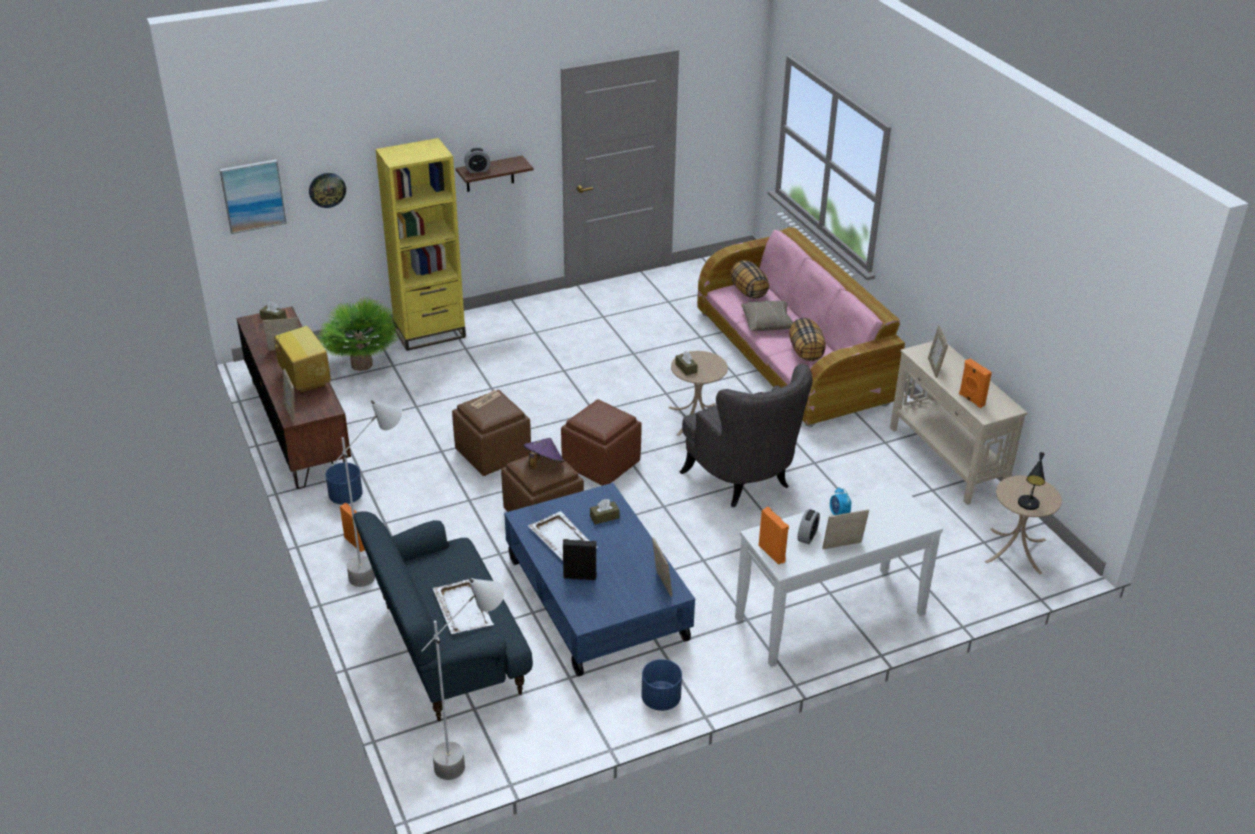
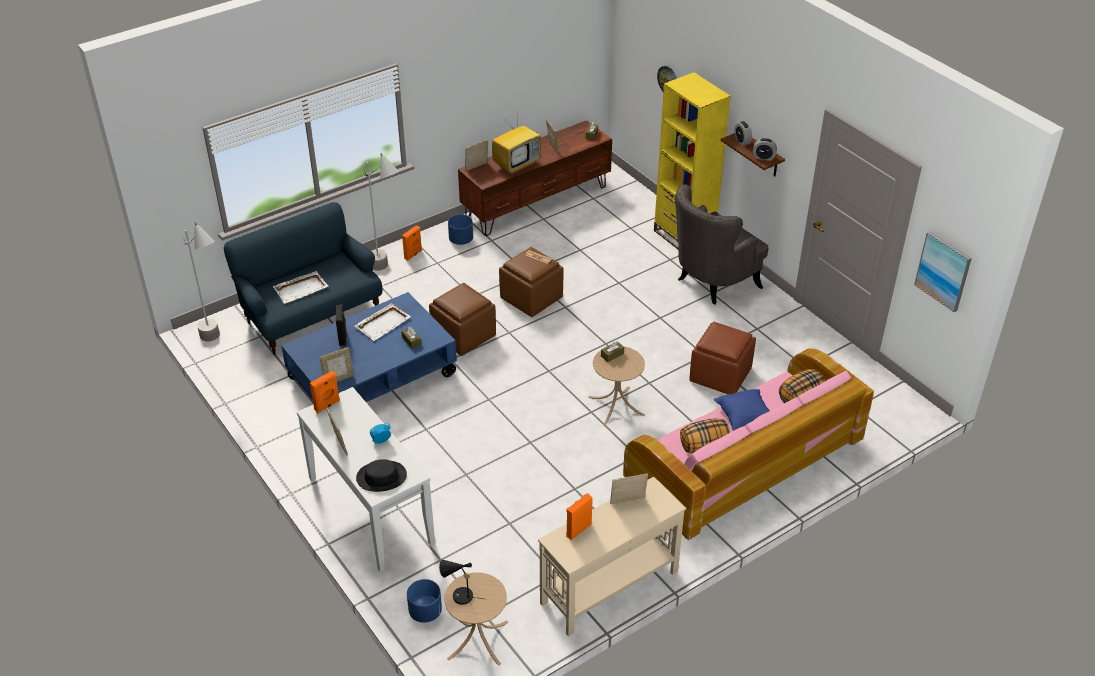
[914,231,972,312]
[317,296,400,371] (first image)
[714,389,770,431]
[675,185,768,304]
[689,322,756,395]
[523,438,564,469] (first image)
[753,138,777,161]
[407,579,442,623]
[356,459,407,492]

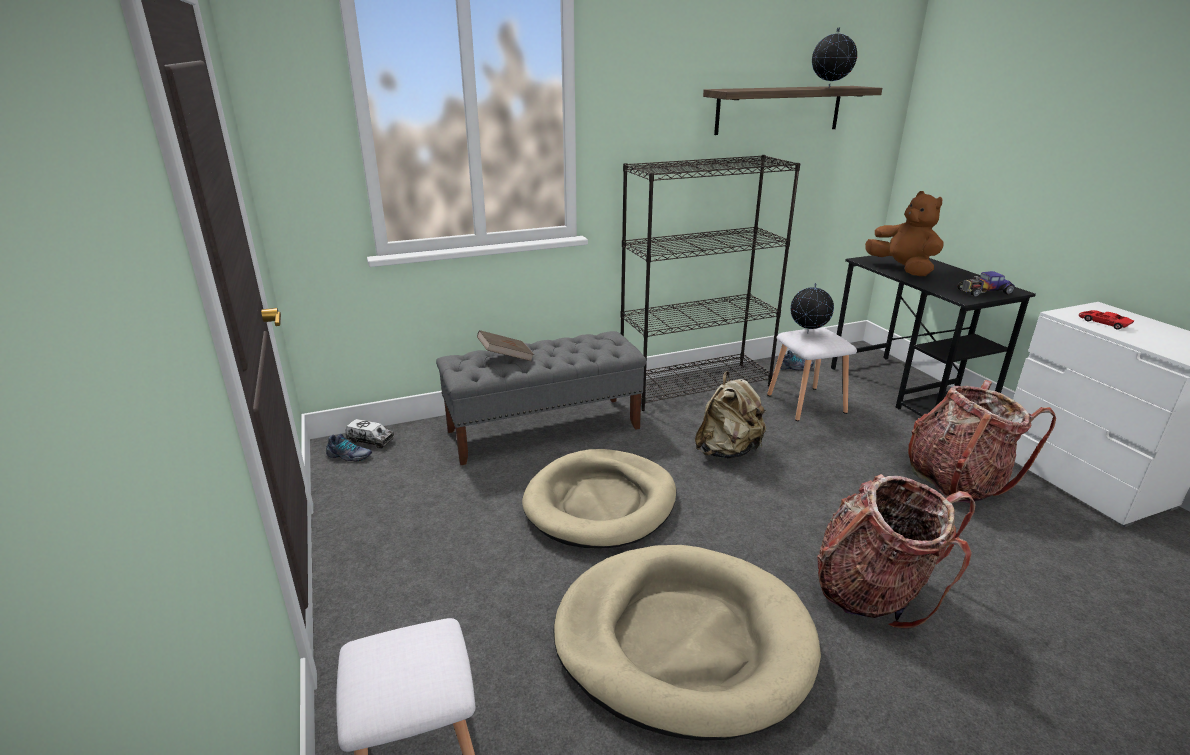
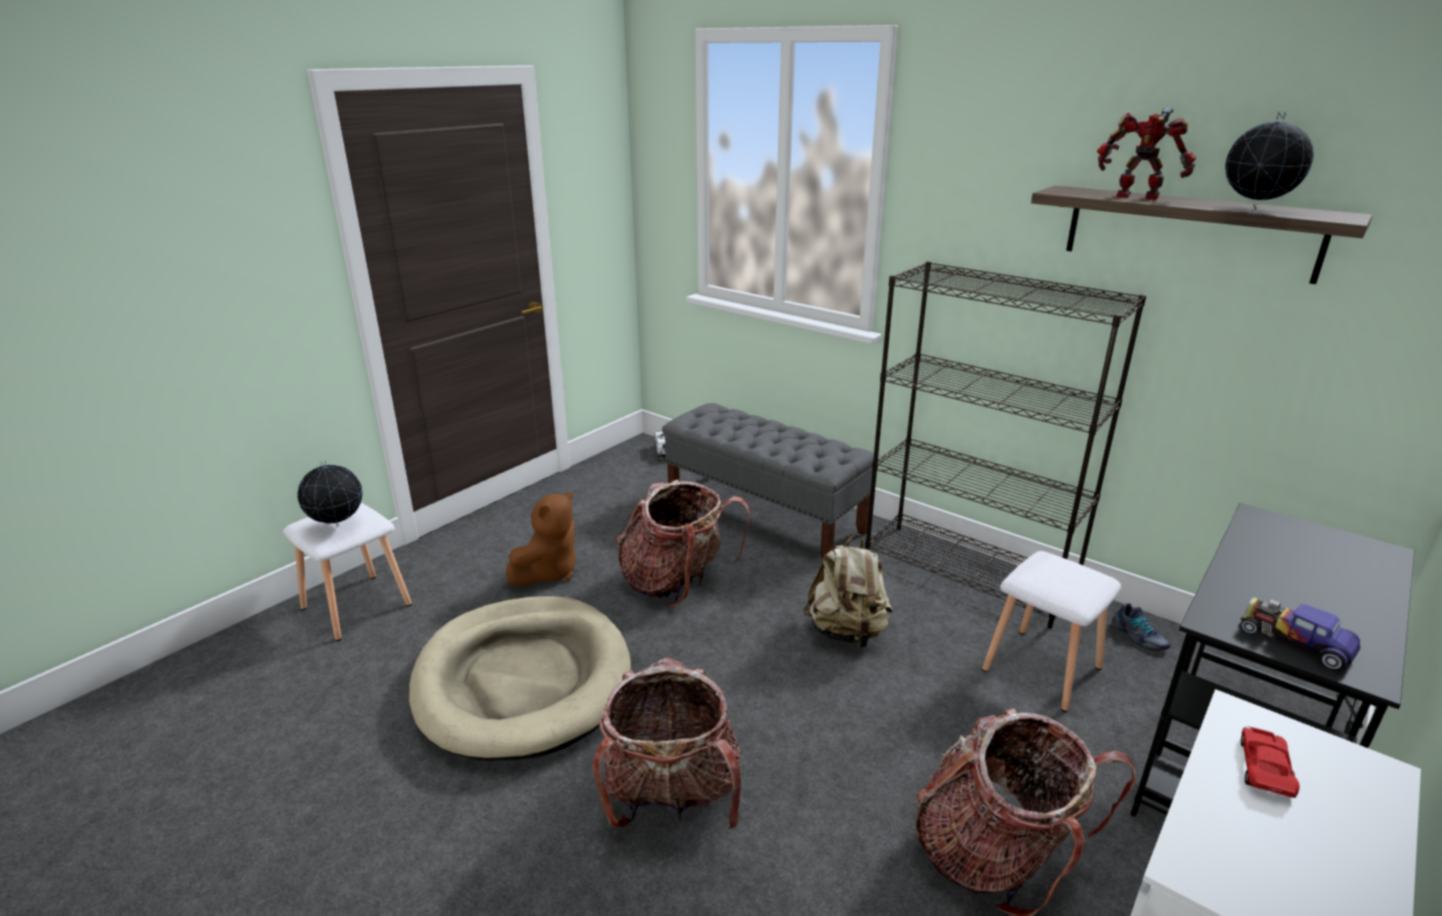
[506,491,576,587]
[297,461,362,527]
[477,330,534,361] (first image)
[326,434,372,462] (first image)
[616,480,750,607]
[1097,106,1196,200]

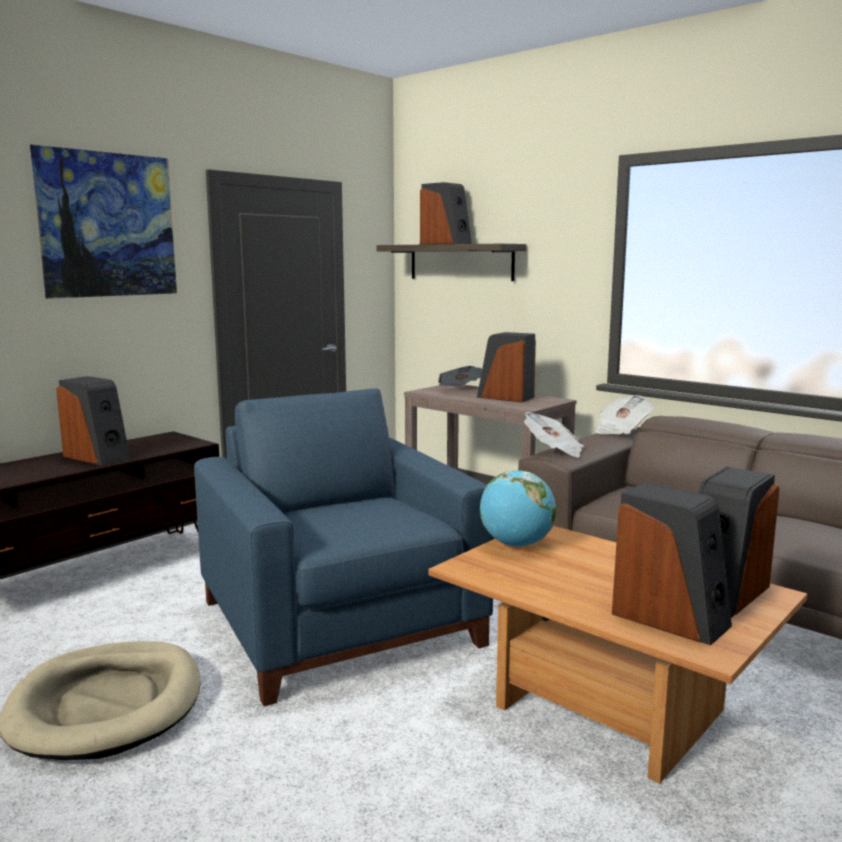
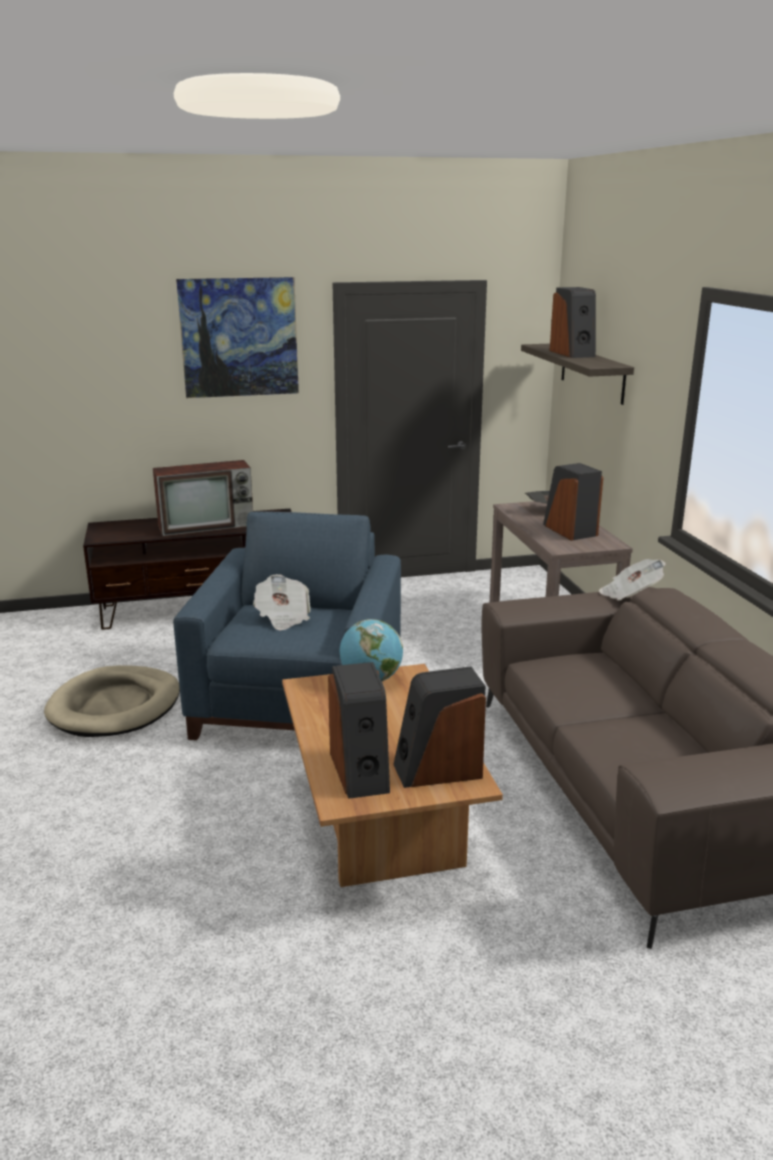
[153,460,253,536]
[253,574,310,630]

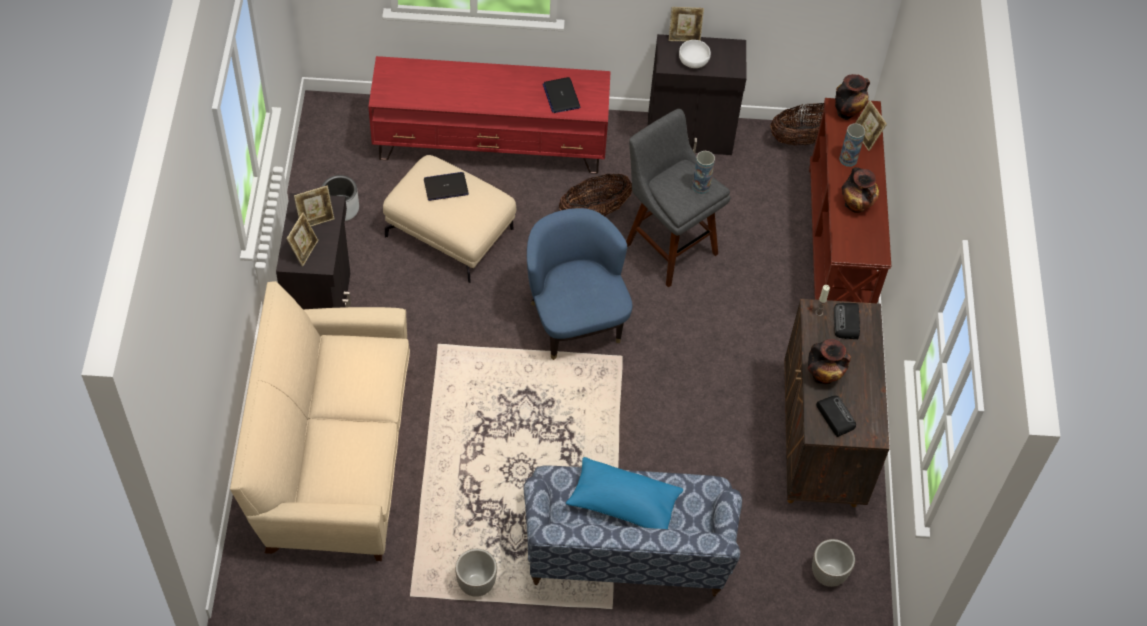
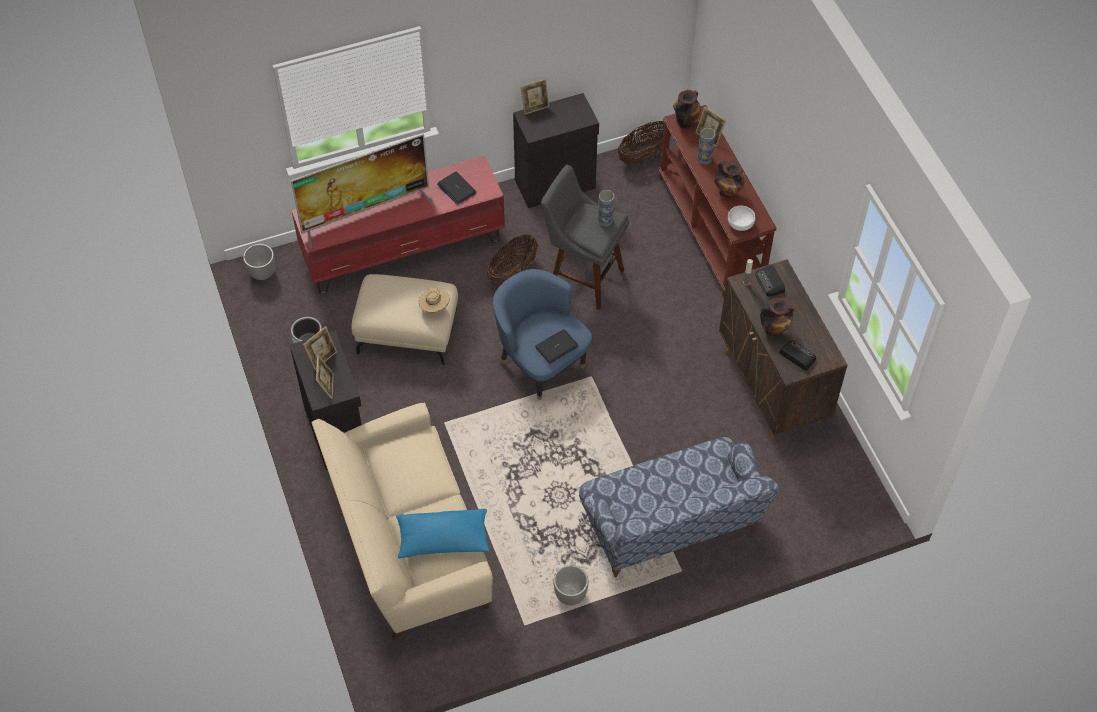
[728,206,755,231]
[535,329,579,364]
[396,509,489,558]
[243,244,275,280]
[291,133,433,248]
[419,288,450,313]

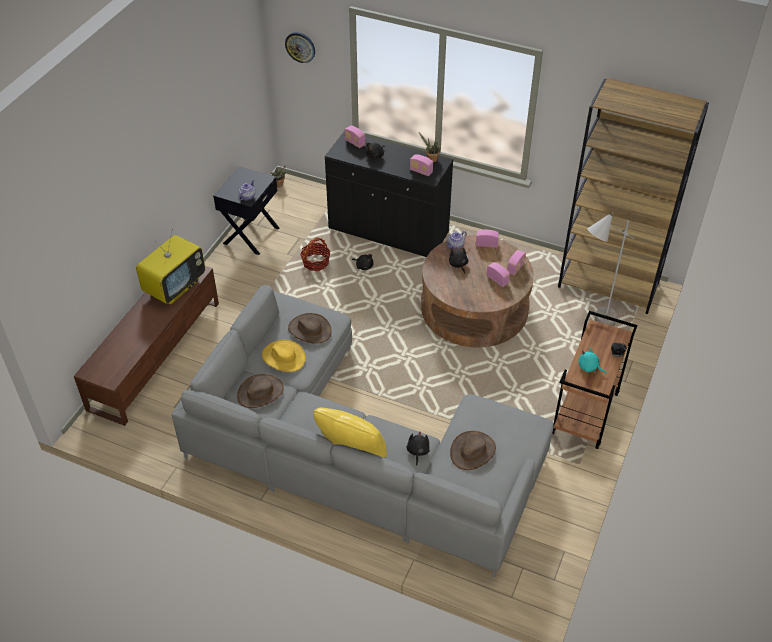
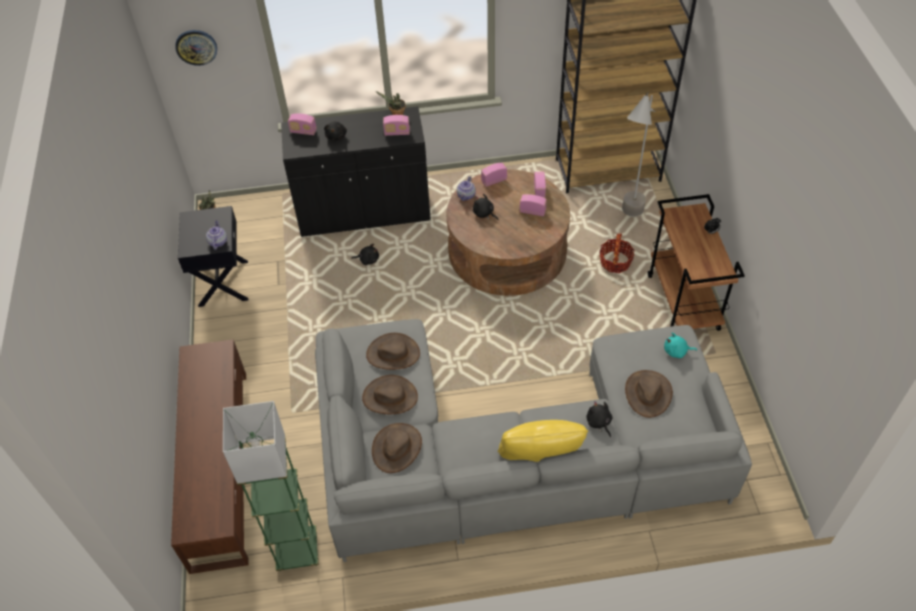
[136,229,205,304] (first image)
[599,233,635,273]
[362,375,418,414]
[664,332,697,358]
[223,401,318,571]

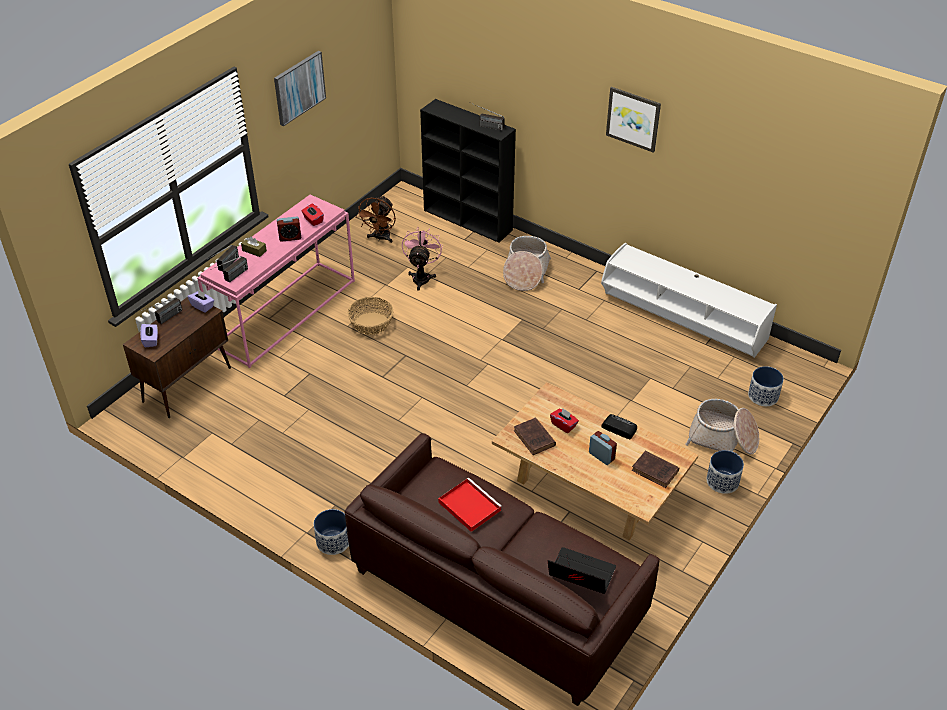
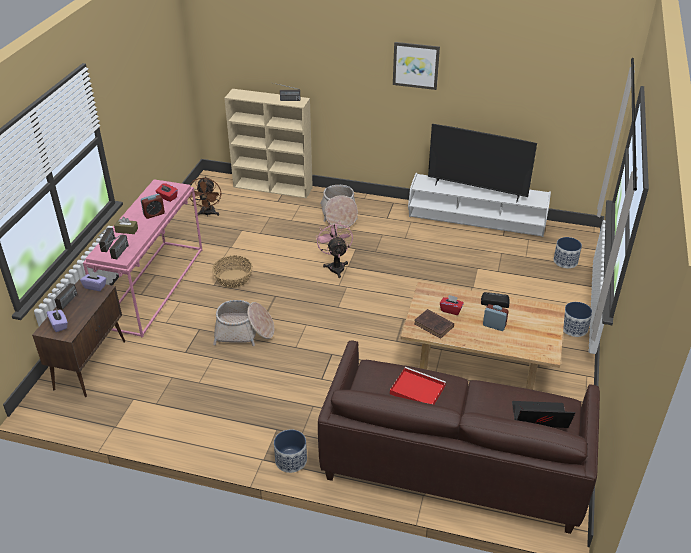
[274,51,326,126] (first image)
[224,89,313,198]
[316,222,353,278]
[213,300,274,346]
[631,451,679,488] (first image)
[428,124,537,203]

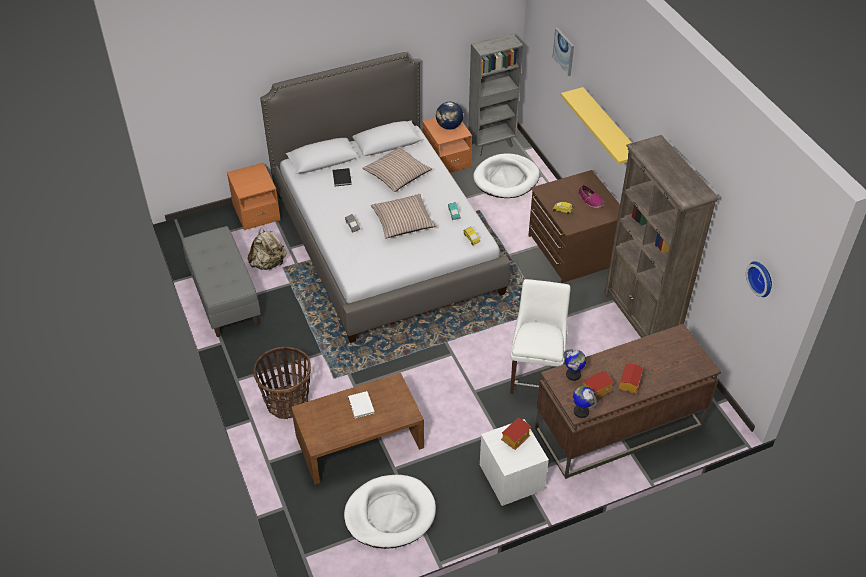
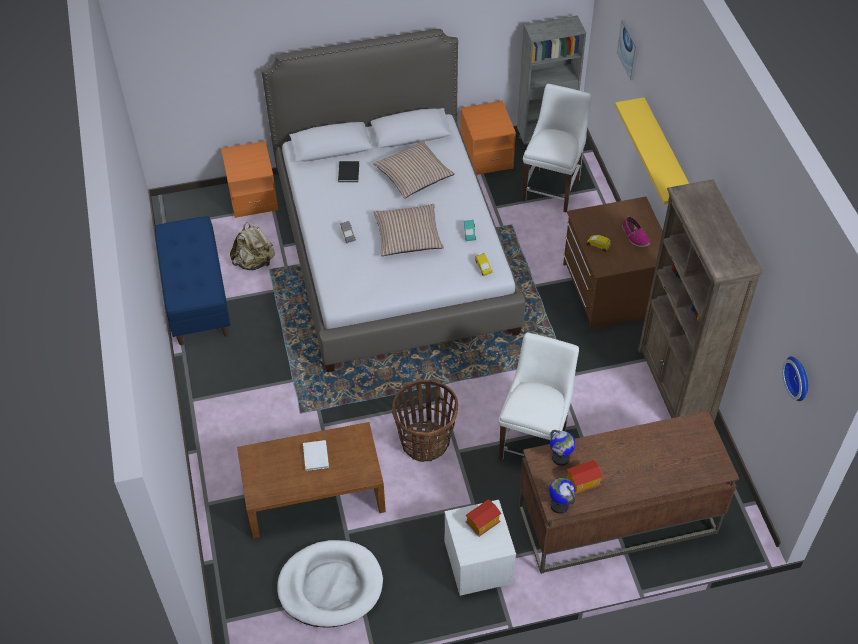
[436,102,463,130] (first image)
[522,84,592,212]
[155,216,231,345]
[392,380,458,462]
[619,363,643,394] (first image)

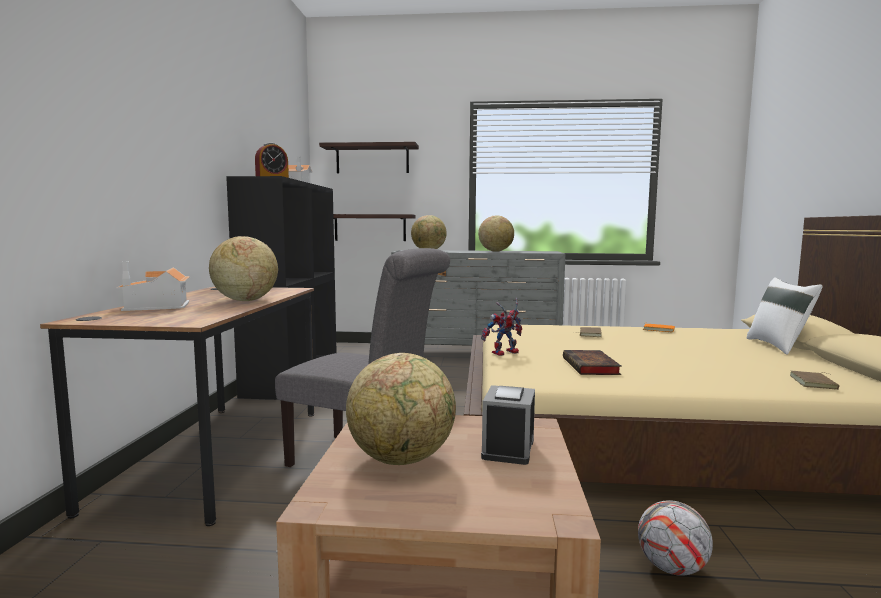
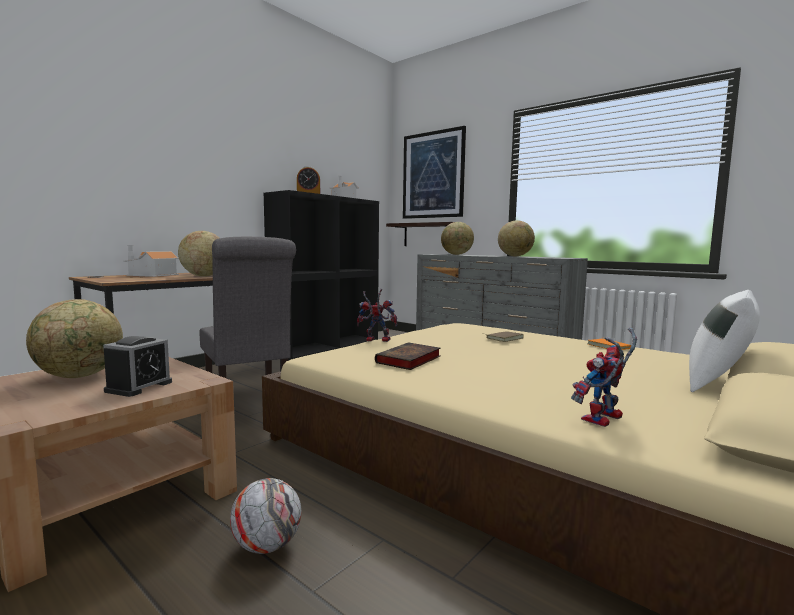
[403,126,466,219]
[571,328,637,427]
[103,336,172,397]

